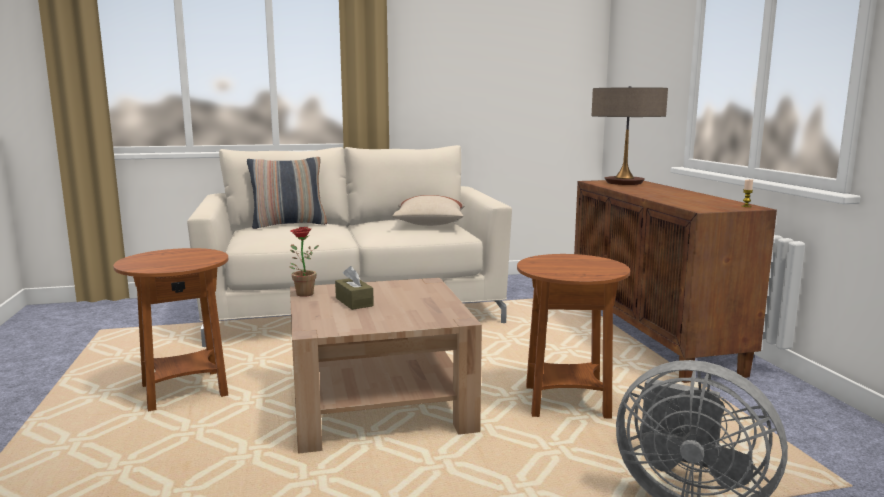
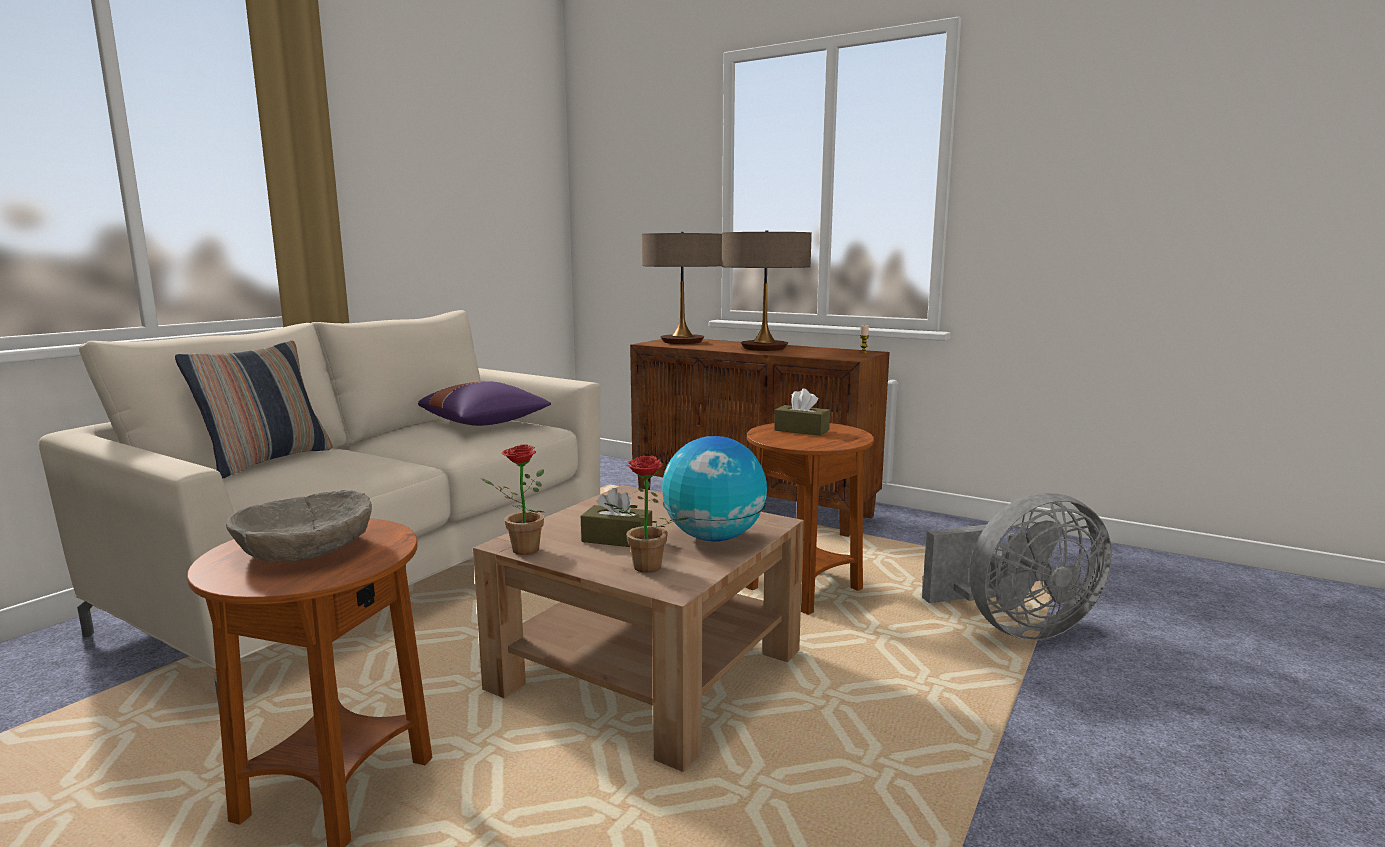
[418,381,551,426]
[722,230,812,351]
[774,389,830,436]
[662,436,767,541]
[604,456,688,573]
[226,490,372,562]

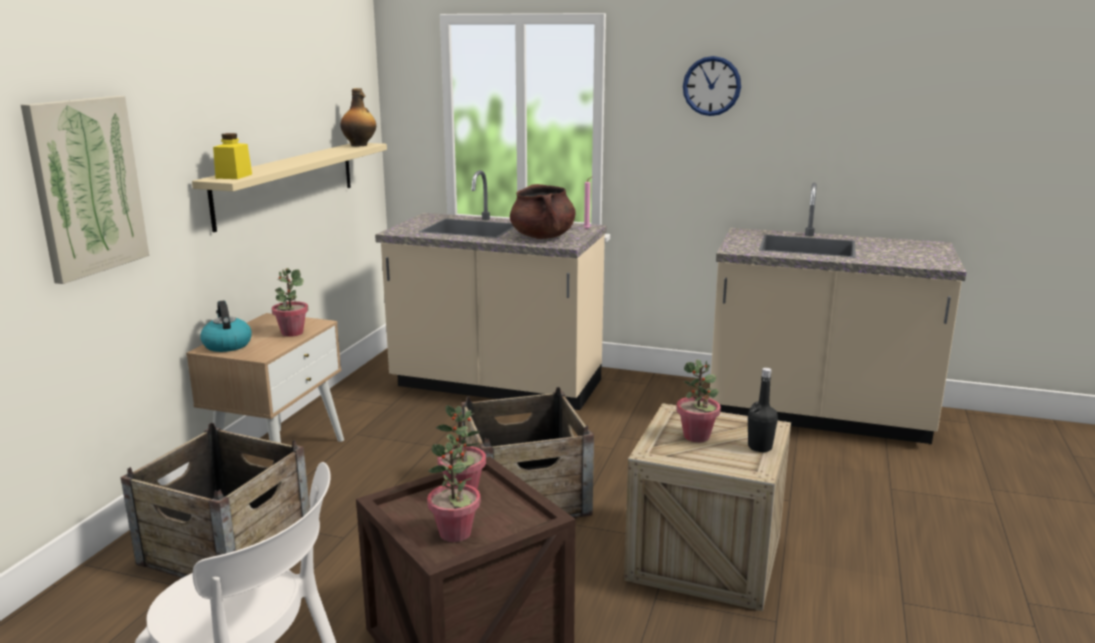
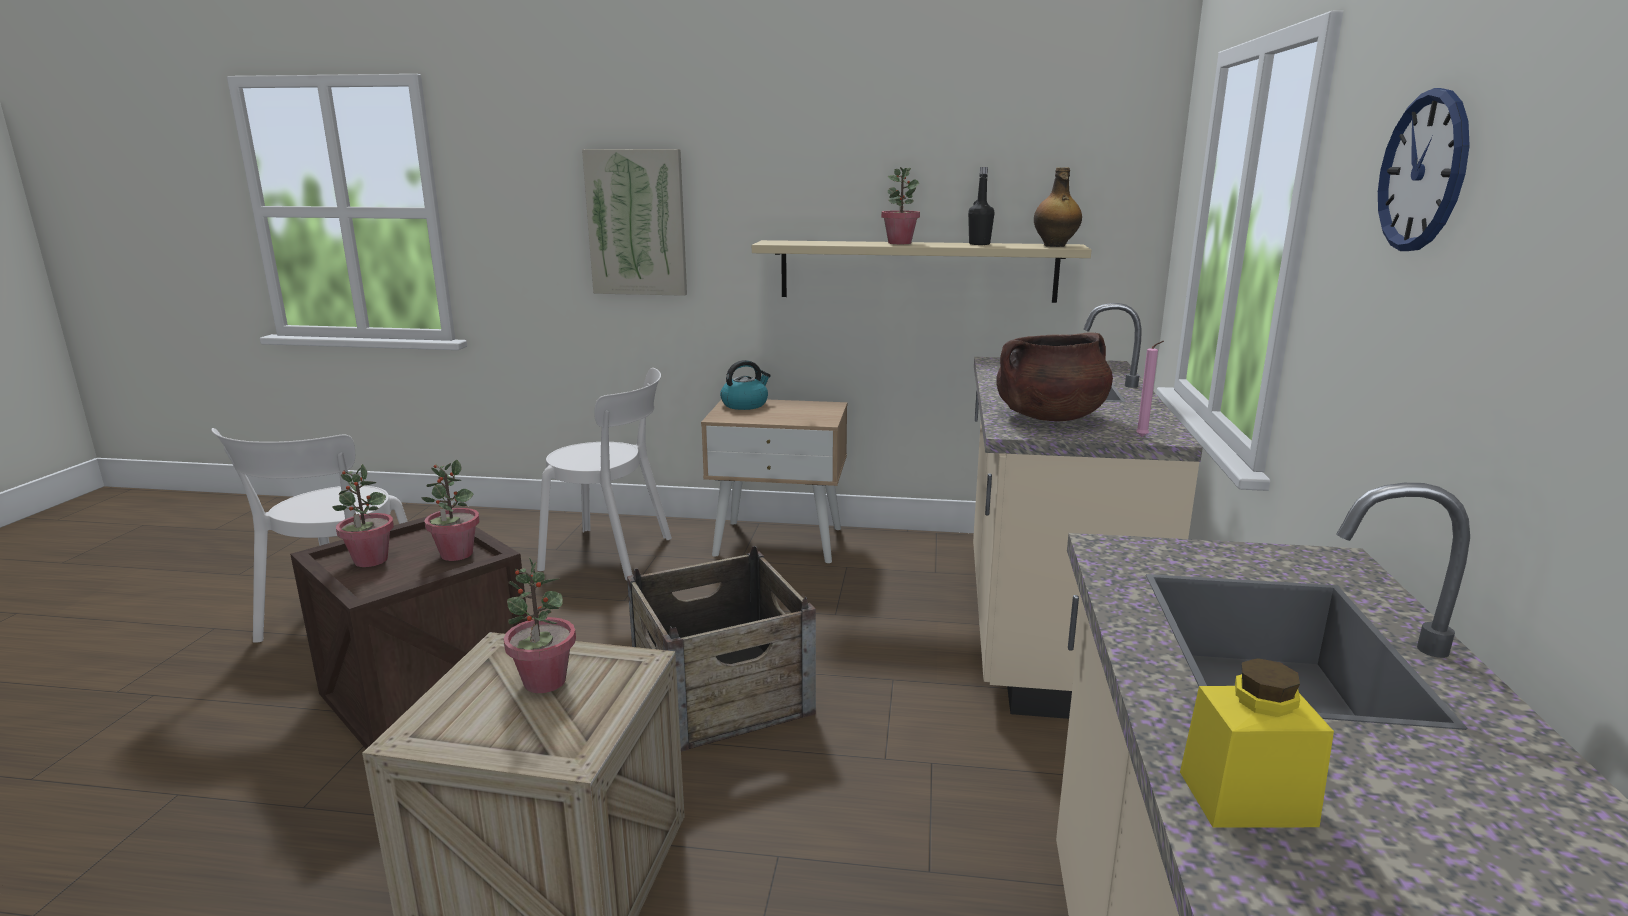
[1180,658,1334,828]
[881,167,920,244]
[968,167,994,245]
[537,368,672,580]

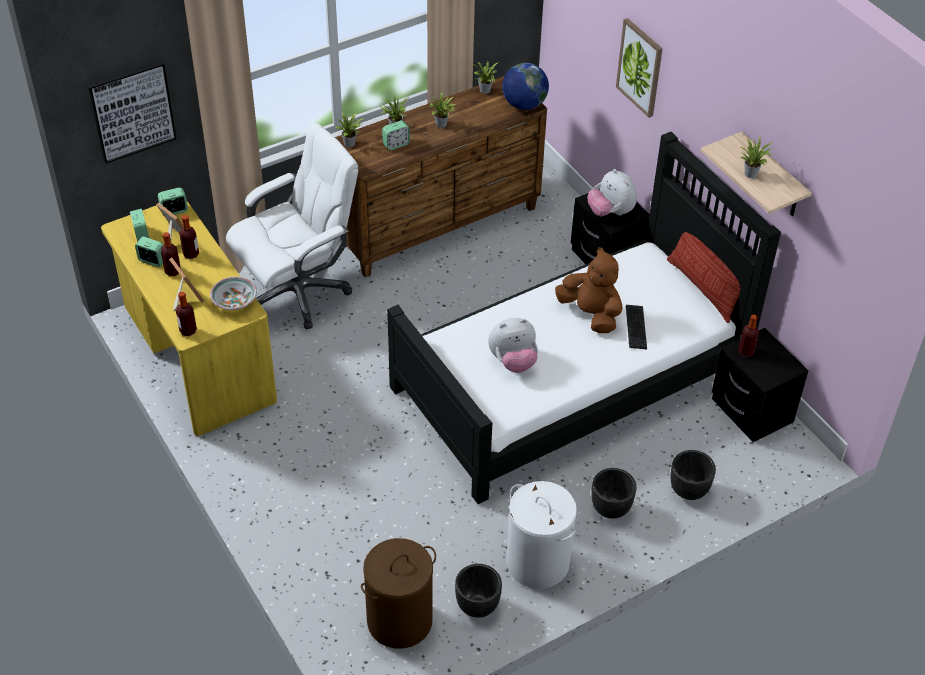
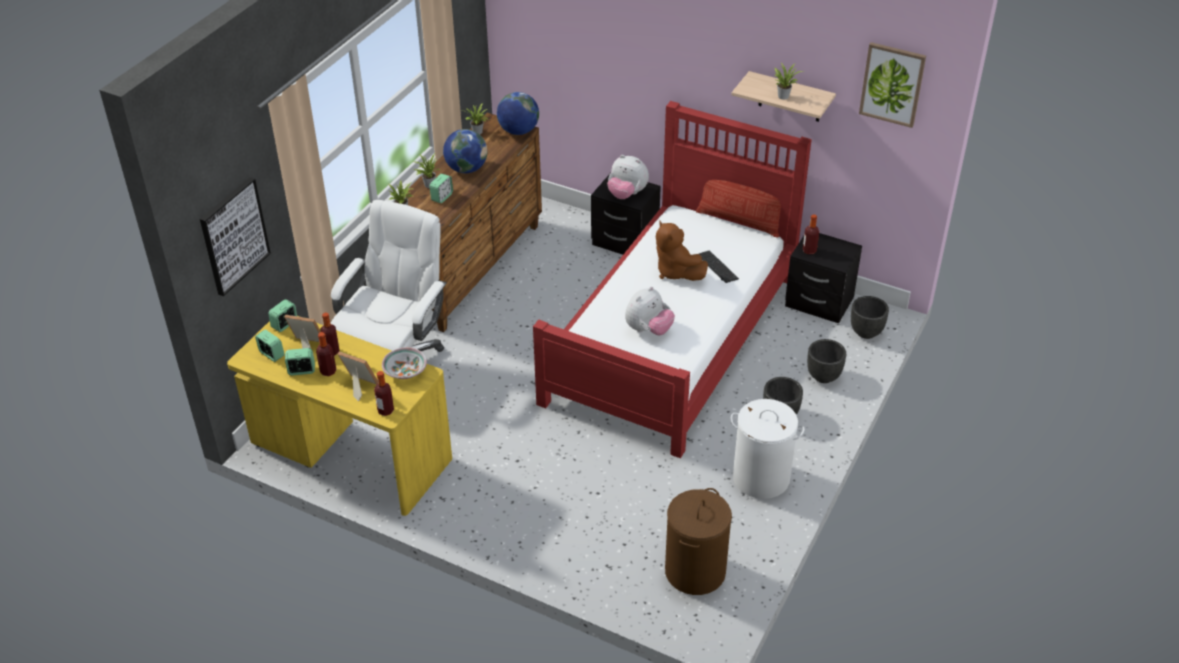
[859,42,926,128]
[443,129,487,173]
[533,101,812,458]
[656,221,708,281]
[851,296,889,339]

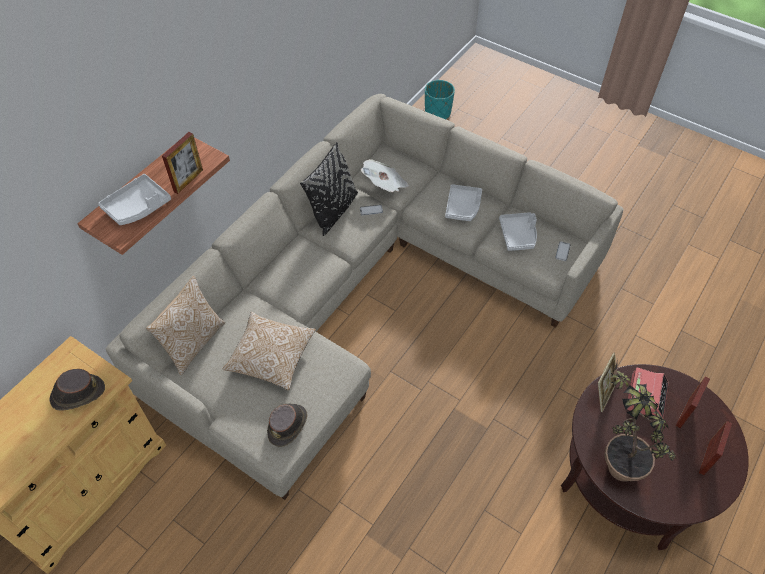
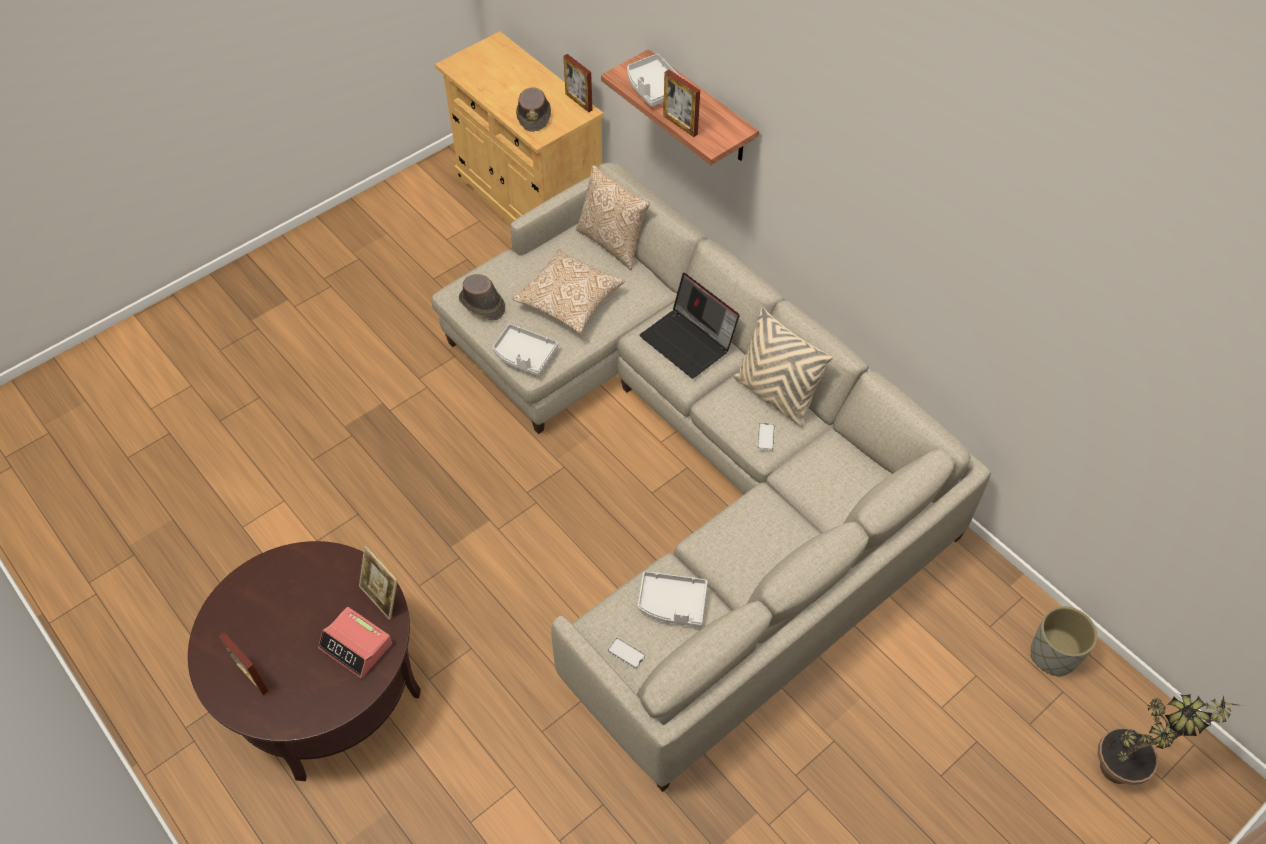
[1031,606,1097,677]
[733,307,833,427]
[361,159,409,192] (first image)
[492,324,558,376]
[1098,694,1245,785]
[563,54,593,113]
[639,273,740,379]

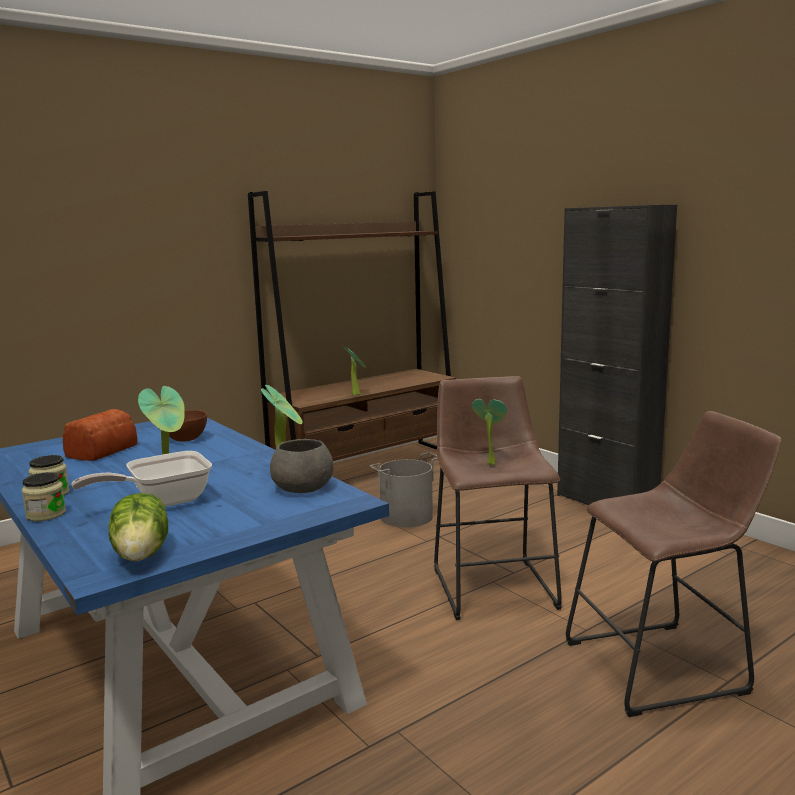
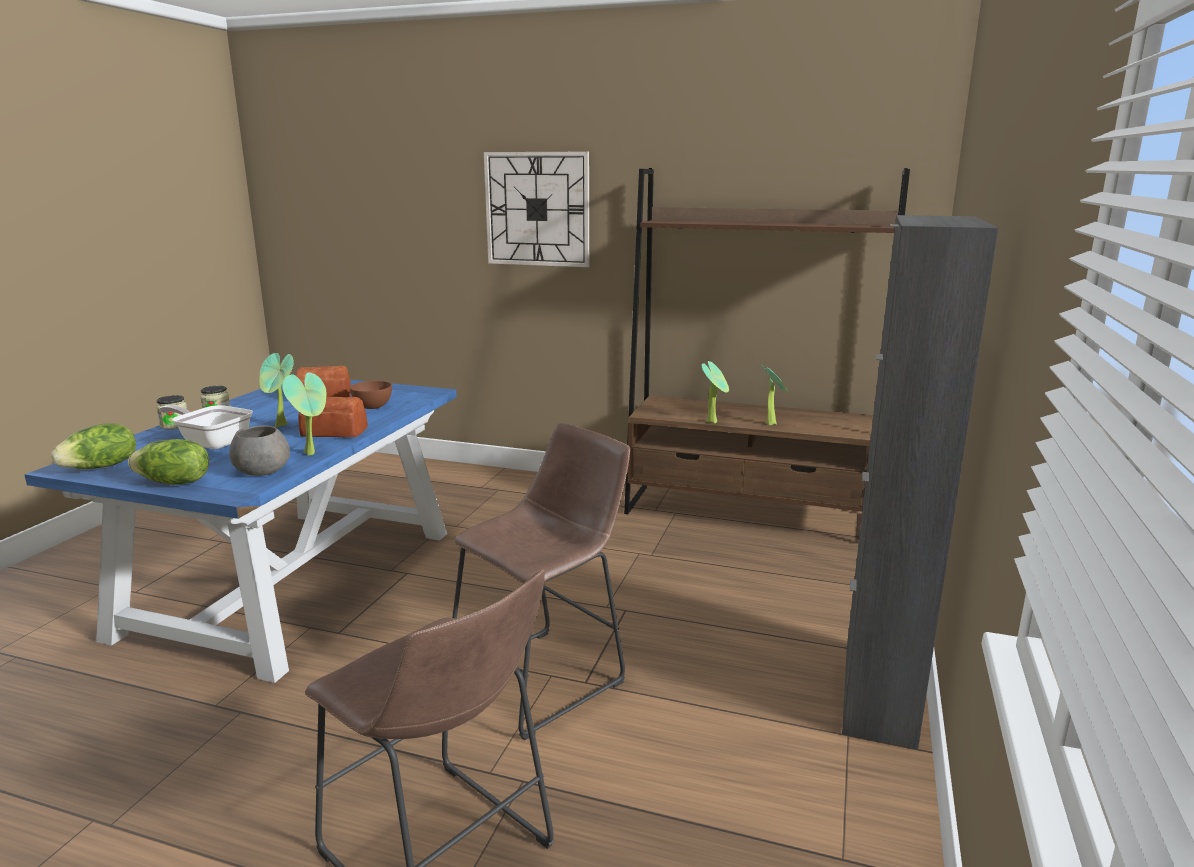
[761,365,787,425]
[369,452,438,528] (first image)
[484,152,589,267]
[298,397,368,437]
[128,439,209,485]

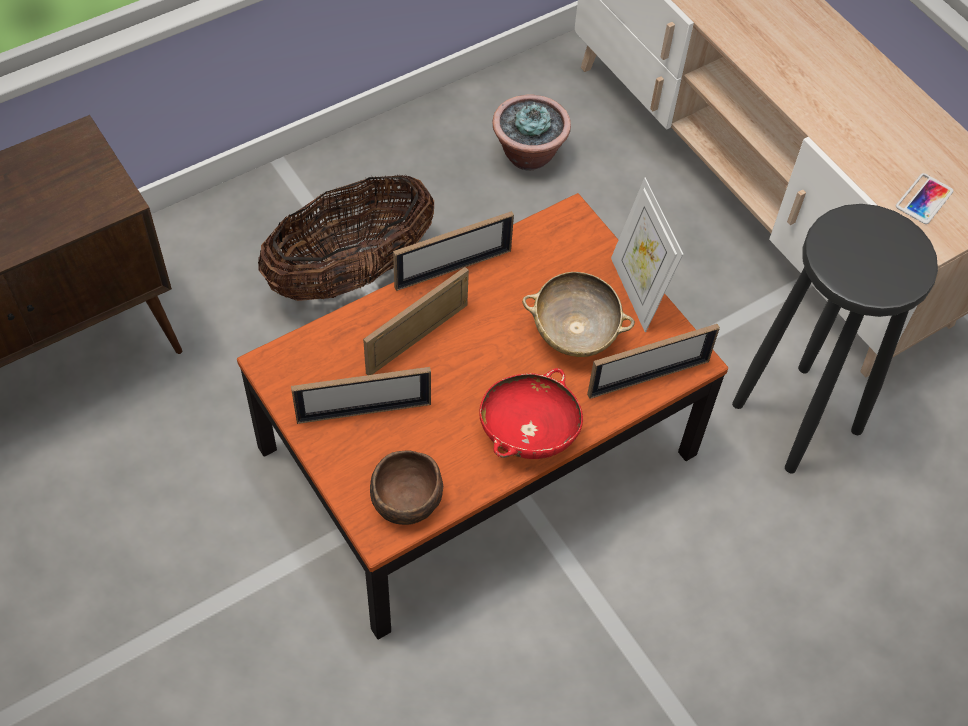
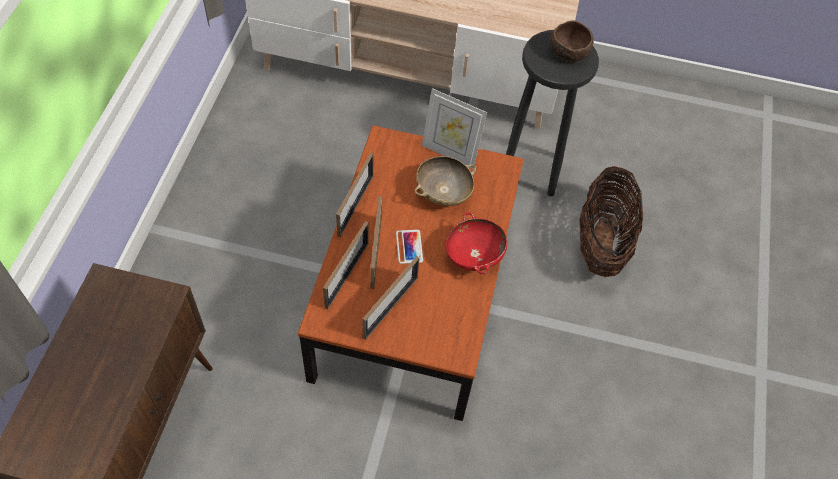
[493,95,571,171] (first image)
[396,230,423,264]
[579,166,643,277]
[323,221,369,309]
[551,21,594,63]

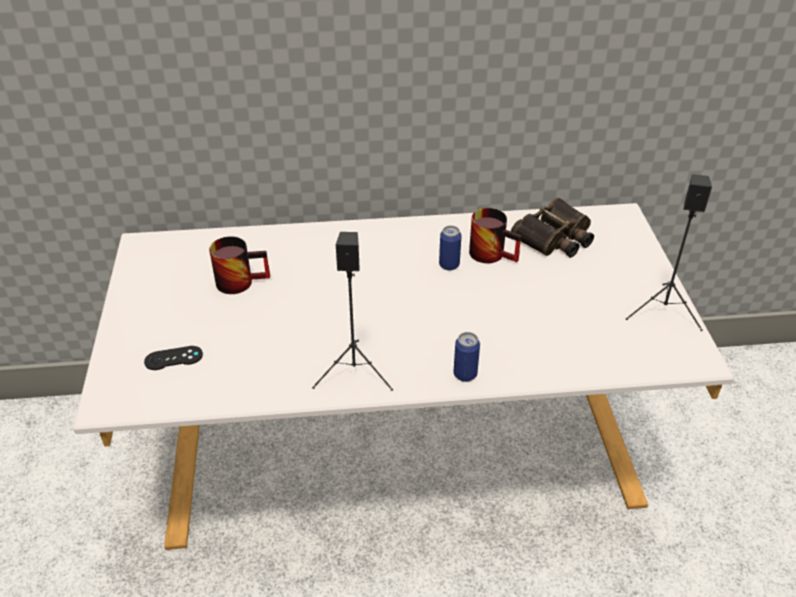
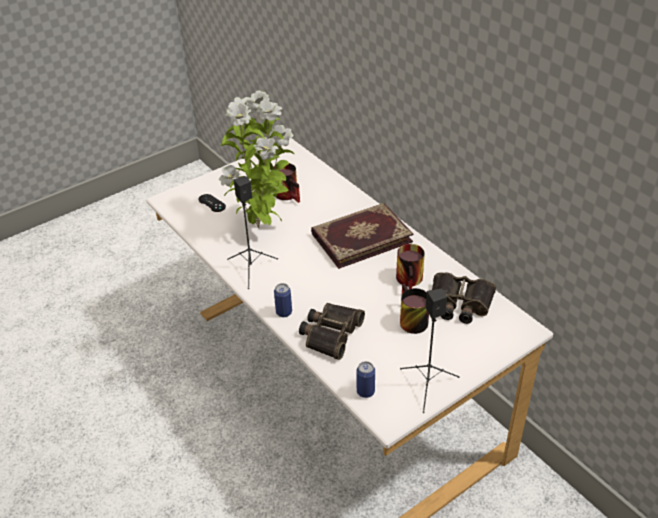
[357,361,375,398]
[219,90,294,228]
[311,203,413,269]
[400,284,429,334]
[299,303,365,360]

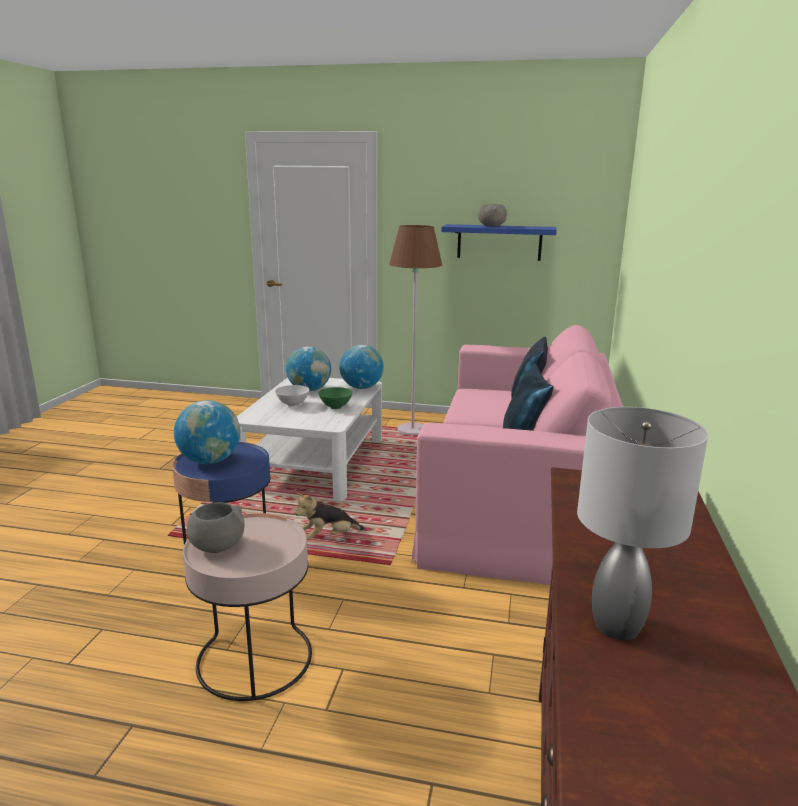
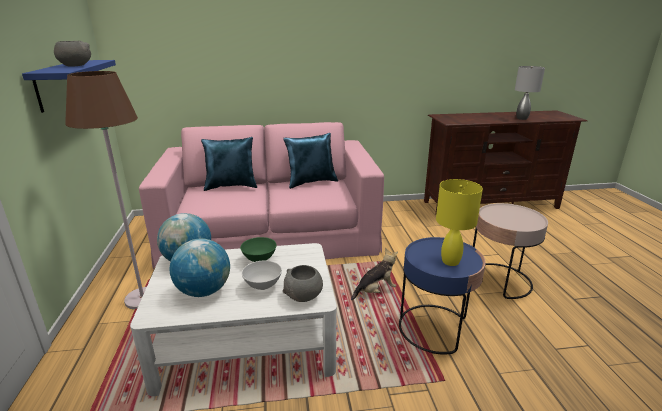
[436,179,483,266]
[351,248,398,300]
[283,265,323,302]

